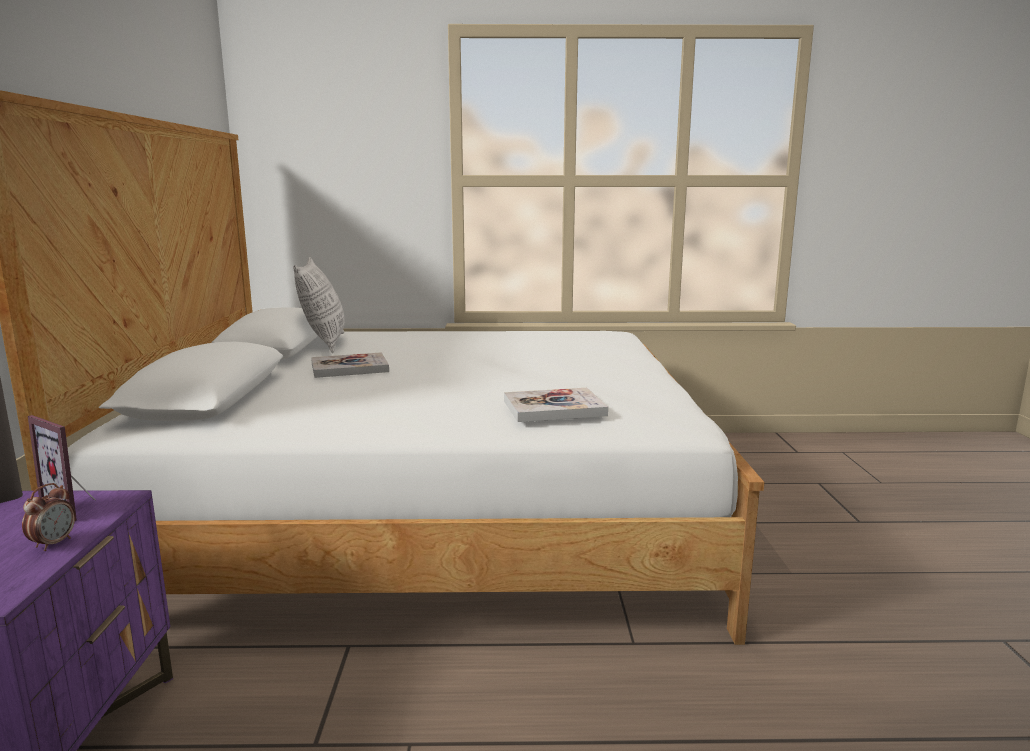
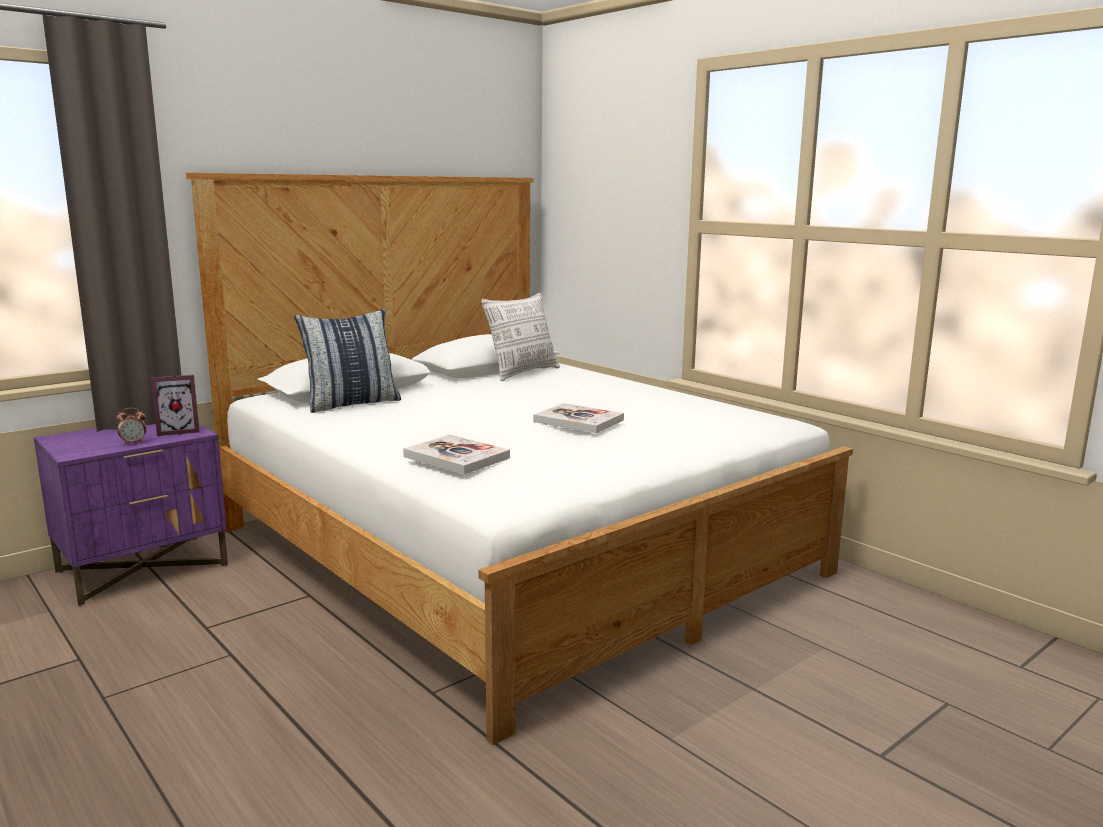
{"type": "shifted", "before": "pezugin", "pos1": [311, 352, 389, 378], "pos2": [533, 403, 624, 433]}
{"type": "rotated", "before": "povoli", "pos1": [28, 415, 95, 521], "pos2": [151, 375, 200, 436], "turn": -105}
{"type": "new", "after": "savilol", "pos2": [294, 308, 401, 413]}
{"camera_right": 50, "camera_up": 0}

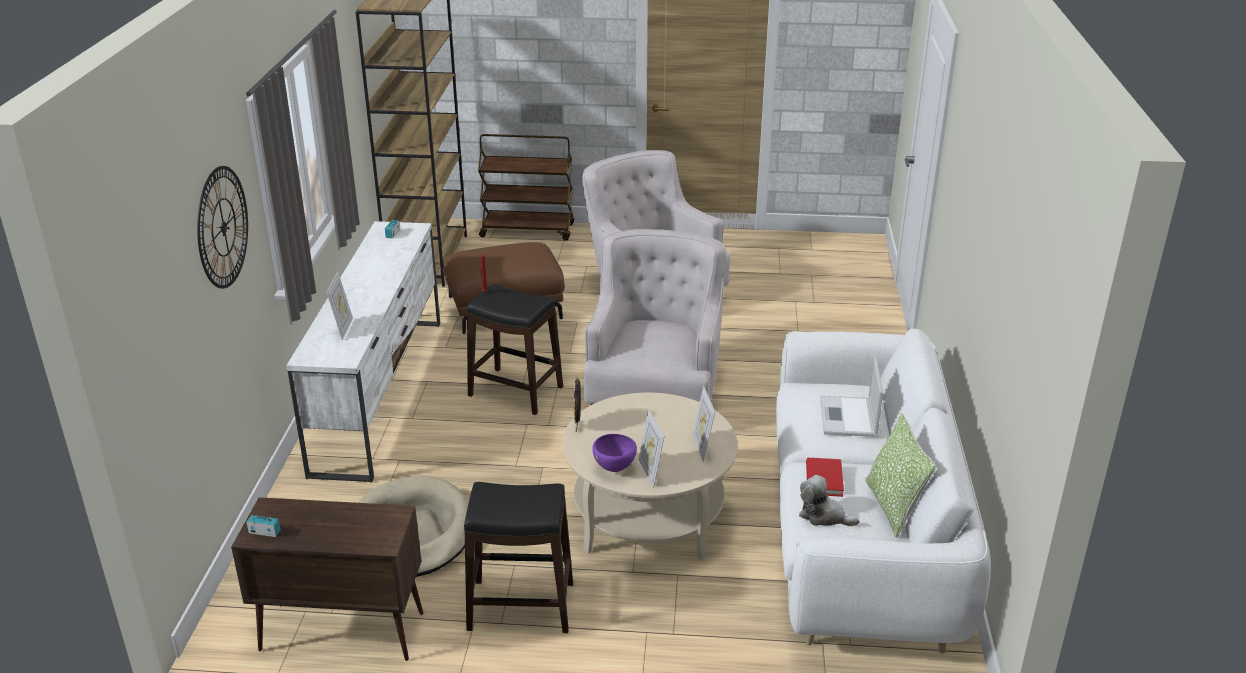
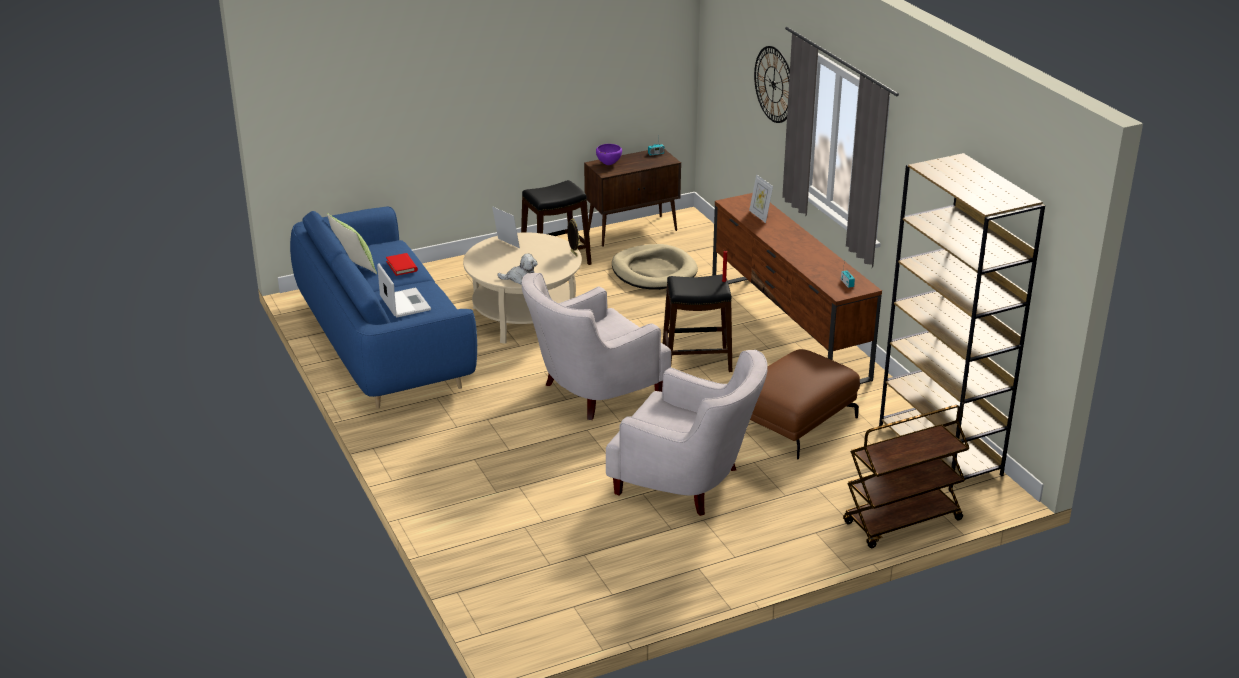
{"type": "repainted", "before": "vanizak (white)", "after": "vanizak (brown)", "pos1": [286, 221, 440, 483], "pos2": [712, 193, 882, 384]}
{"type": "rotated", "before": "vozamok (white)", "pos1": [584, 229, 726, 405], "pos2": [522, 273, 671, 420], "turn": 75}
{"type": "repainted", "before": "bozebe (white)", "after": "bozebe (blue)", "pos1": [776, 329, 991, 654], "pos2": [290, 206, 477, 409]}
{"type": "gone", "before": "povoli", "pos1": [692, 386, 715, 462]}
{"type": "shifted", "before": "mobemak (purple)", "pos1": [592, 434, 637, 472], "pos2": [596, 144, 622, 165]}
{"type": "shifted", "before": "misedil", "pos1": [799, 475, 859, 526], "pos2": [497, 253, 538, 285]}
{"camera_right": 150, "camera_up": 0}

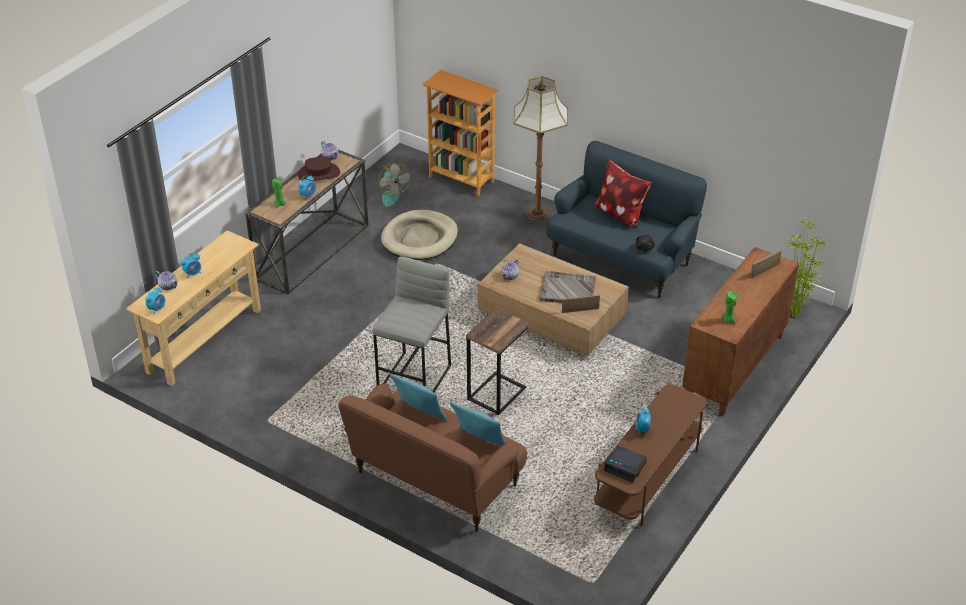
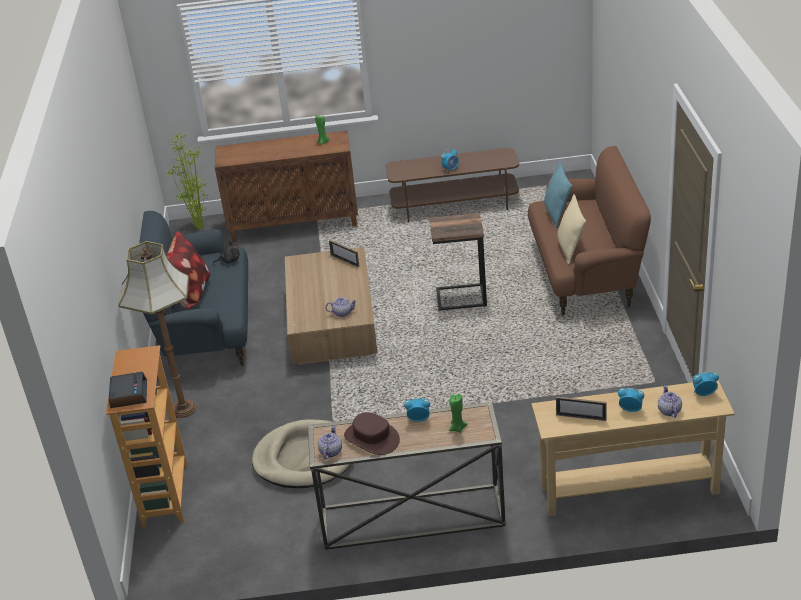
{"type": "gone", "before": "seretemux", "pos1": [367, 163, 410, 207]}
{"type": "shifted", "before": "povoli", "pos1": [750, 250, 782, 279], "pos2": [556, 396, 607, 421]}
{"type": "gone", "before": "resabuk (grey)", "pos1": [372, 256, 451, 393]}
{"type": "gone", "before": "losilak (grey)", "pos1": [540, 271, 596, 303]}
{"type": "repainted", "before": "savilol (turquoise)", "after": "savilol (beige)", "pos1": [389, 373, 447, 421], "pos2": [557, 194, 586, 264]}
{"type": "shifted", "before": "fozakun", "pos1": [604, 445, 647, 483], "pos2": [109, 372, 147, 408]}
{"camera_right": -125, "camera_up": -5}

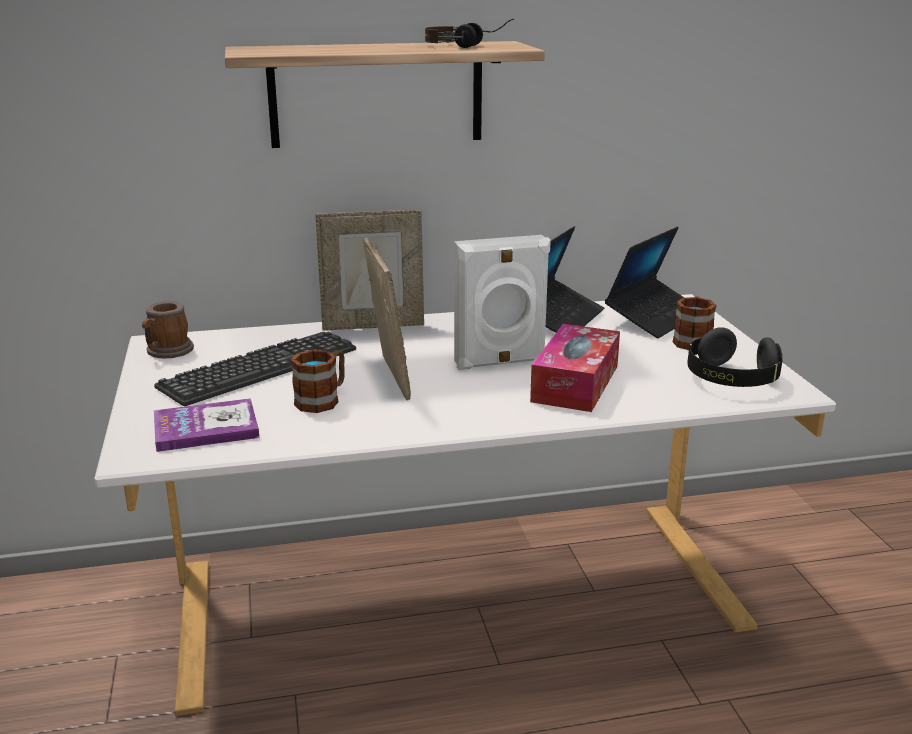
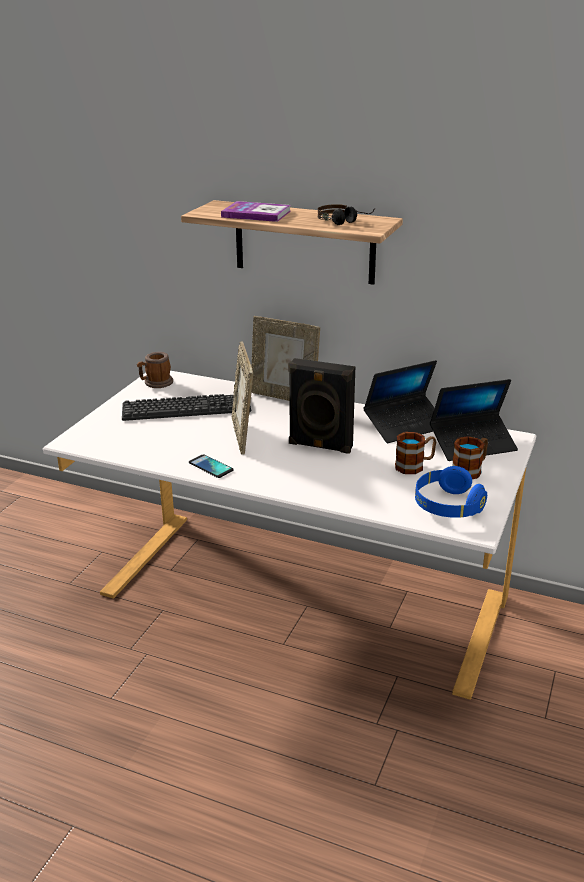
{"type": "repainted", "before": "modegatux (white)", "after": "modegatux (black)", "pos1": [454, 235, 551, 370], "pos2": [288, 358, 355, 454]}
{"type": "rotated", "before": "povoli", "pos1": [363, 237, 411, 400], "pos2": [232, 341, 253, 455], "turn": 150}
{"type": "gone", "before": "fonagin", "pos1": [530, 324, 620, 412]}
{"type": "repainted", "before": "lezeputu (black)", "after": "lezeputu (blue)", "pos1": [687, 327, 783, 387], "pos2": [415, 466, 487, 518]}
{"type": "shifted", "before": "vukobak", "pos1": [291, 350, 345, 413], "pos2": [395, 432, 436, 474]}
{"type": "shifted", "before": "pezugin", "pos1": [154, 398, 259, 452], "pos2": [221, 201, 291, 222]}
{"type": "new", "after": "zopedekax", "pos2": [189, 454, 234, 478]}
{"camera_right": 35, "camera_up": 5}

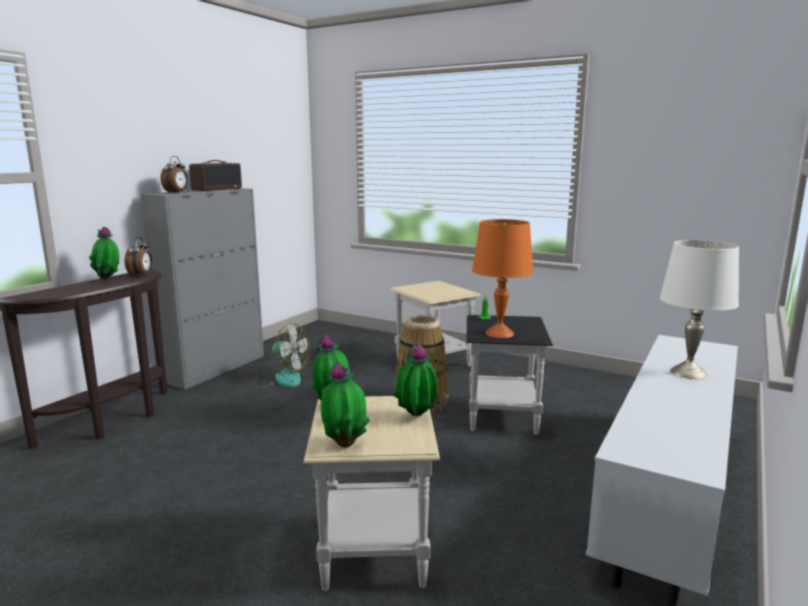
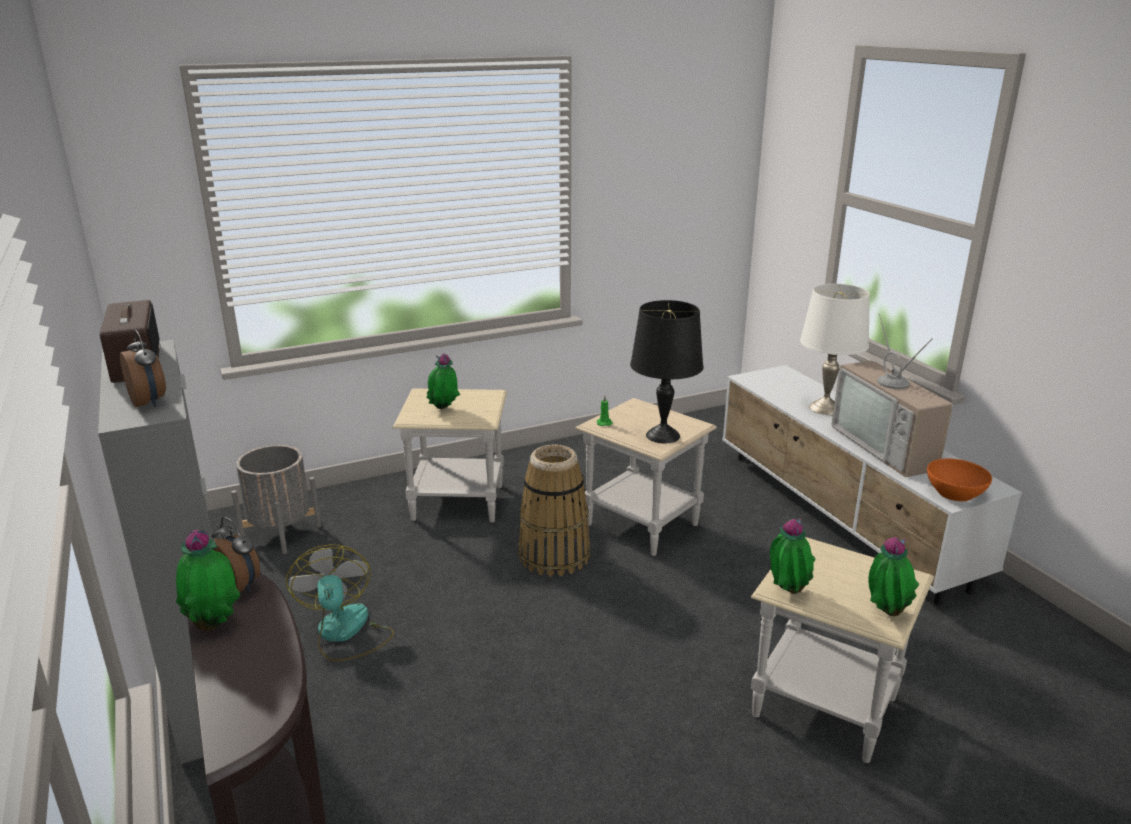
{"type": "repainted", "before": "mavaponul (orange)", "after": "mavaponul (black)", "pos1": [472, 219, 534, 338], "pos2": [630, 300, 704, 443]}
{"type": "repainted", "before": "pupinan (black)", "after": "pupinan (beige)", "pos1": [466, 315, 553, 435], "pos2": [575, 398, 717, 556]}
{"type": "rotated", "before": "seretemux", "pos1": [254, 323, 310, 388], "pos2": [286, 545, 394, 661], "turn": -75}
{"type": "shifted", "before": "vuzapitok", "pos1": [393, 344, 437, 416], "pos2": [426, 354, 460, 409]}
{"type": "new", "after": "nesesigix", "pos2": [832, 314, 953, 477]}
{"type": "new", "after": "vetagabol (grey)", "pos2": [231, 445, 321, 554]}
{"type": "new", "after": "mobemak (orange)", "pos2": [927, 458, 992, 501]}
{"camera_right": -55, "camera_up": 10}

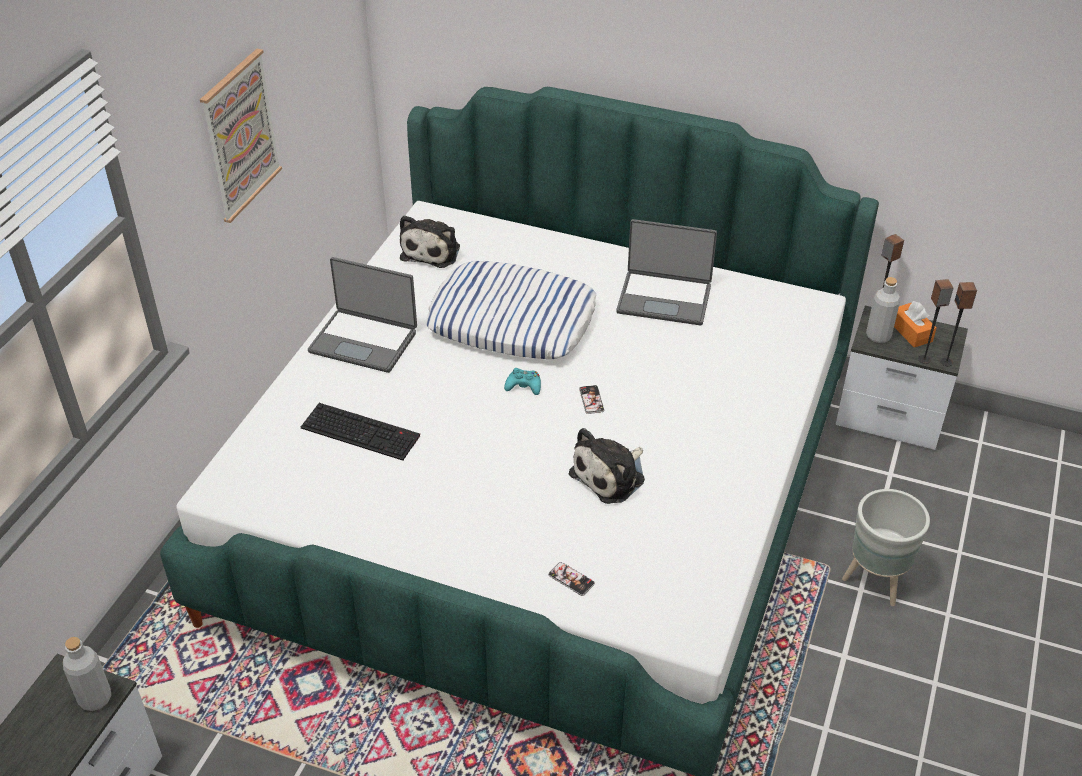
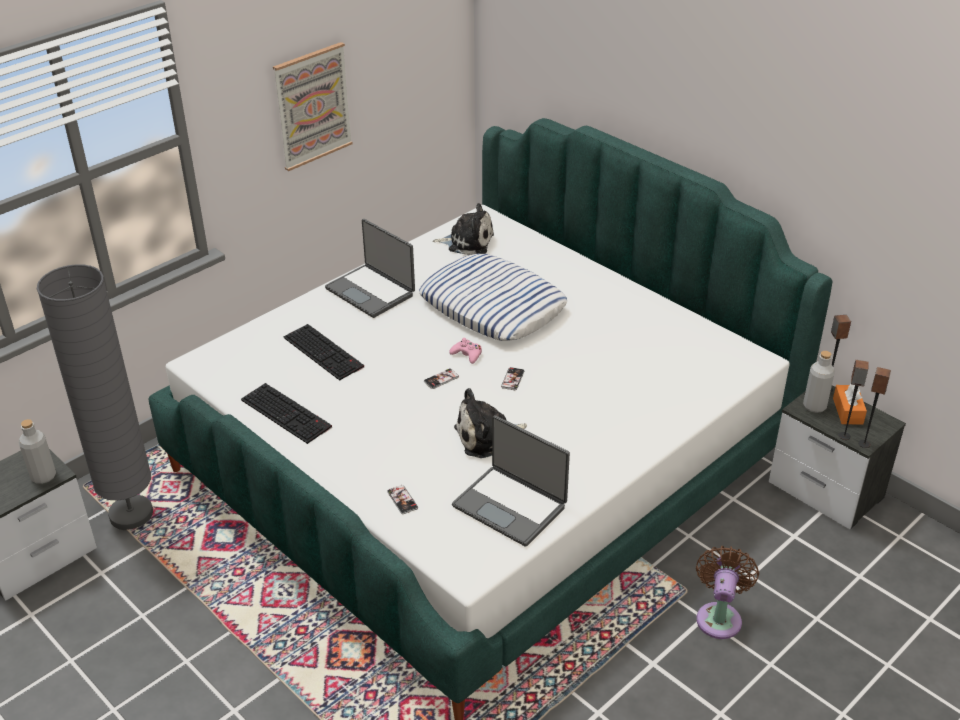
{"type": "rotated", "before": "misedil", "pos1": [400, 215, 460, 268], "pos2": [433, 203, 494, 255], "turn": -120}
{"type": "shifted", "before": "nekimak", "pos1": [616, 219, 717, 325], "pos2": [452, 415, 570, 547]}
{"type": "repainted", "before": "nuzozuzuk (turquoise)", "after": "nuzozuzuk (pink)", "pos1": [504, 368, 541, 395], "pos2": [449, 338, 482, 364]}
{"type": "swapped", "before": "vetagabol (grey)", "after": "seretemux (brown)", "pos1": [842, 489, 930, 606], "pos2": [696, 546, 759, 639]}
{"type": "new", "after": "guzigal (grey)", "pos2": [37, 264, 153, 530]}
{"type": "new", "after": "zopedekax", "pos2": [424, 368, 459, 389]}
{"type": "new", "after": "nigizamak", "pos2": [241, 383, 332, 444]}
{"camera_right": 25, "camera_up": -5}

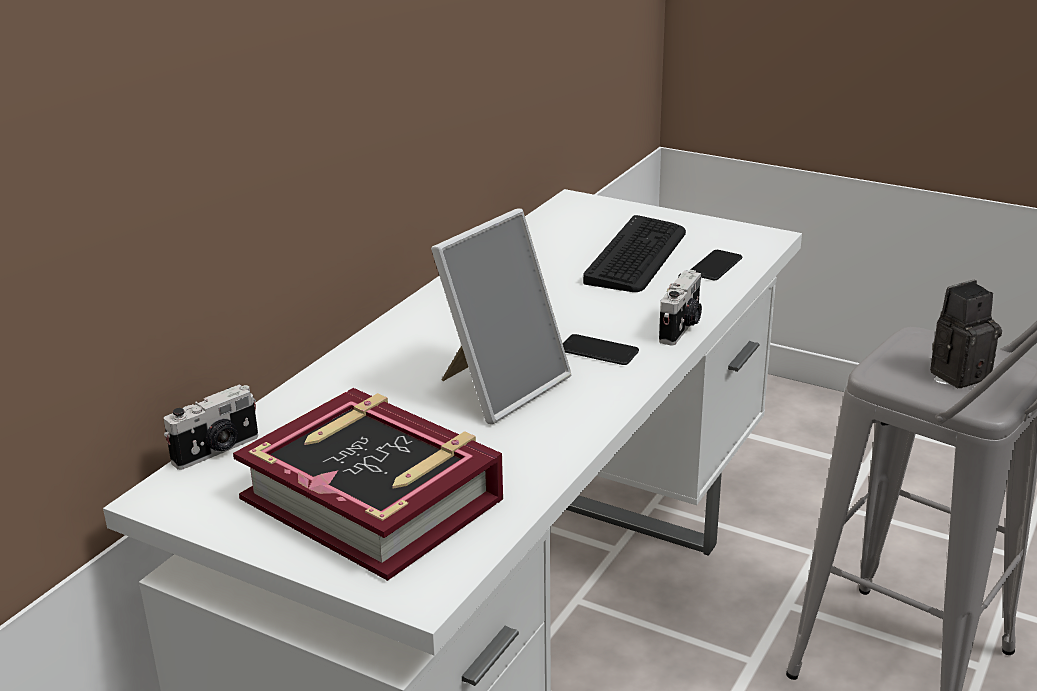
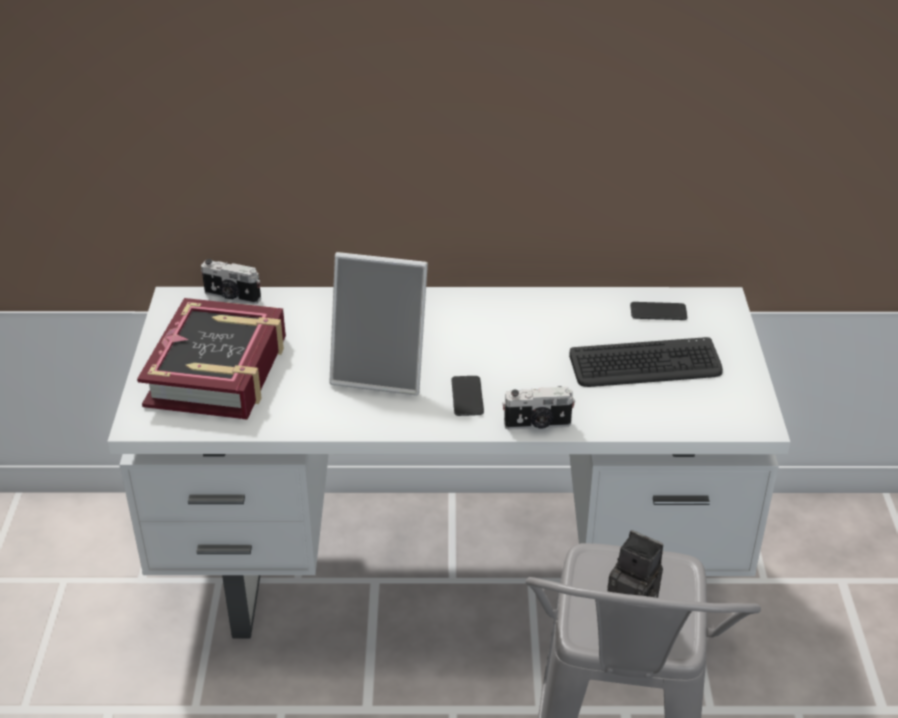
{"type": "shifted", "before": "zopedekax", "pos1": [690, 250, 742, 280], "pos2": [630, 302, 687, 320]}
{"camera_right": 60, "camera_up": 10}

